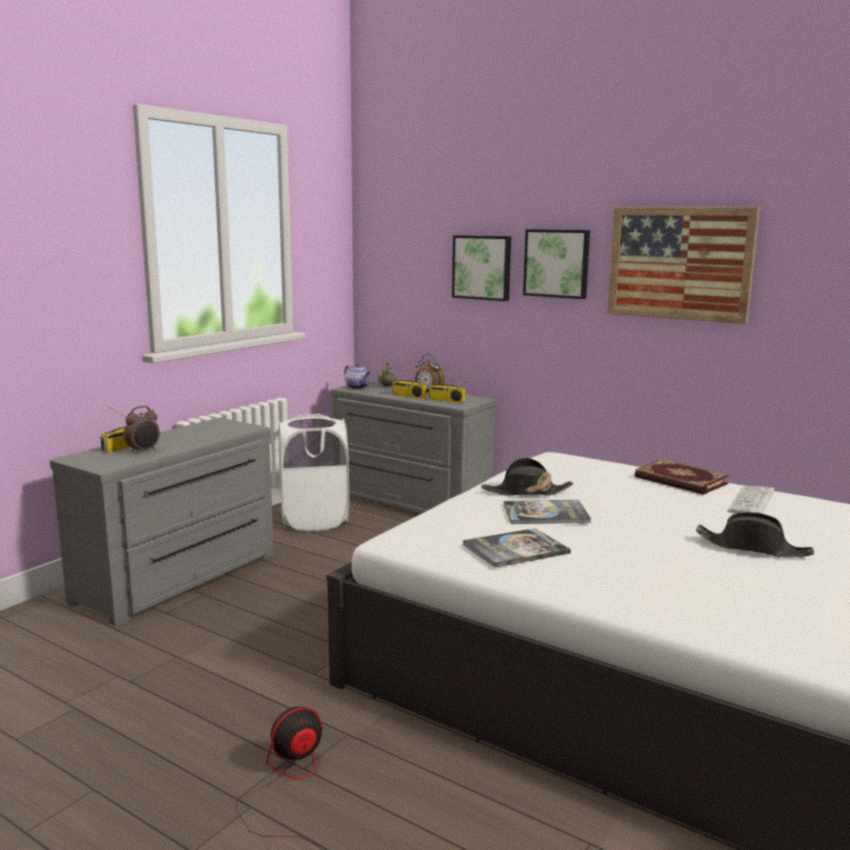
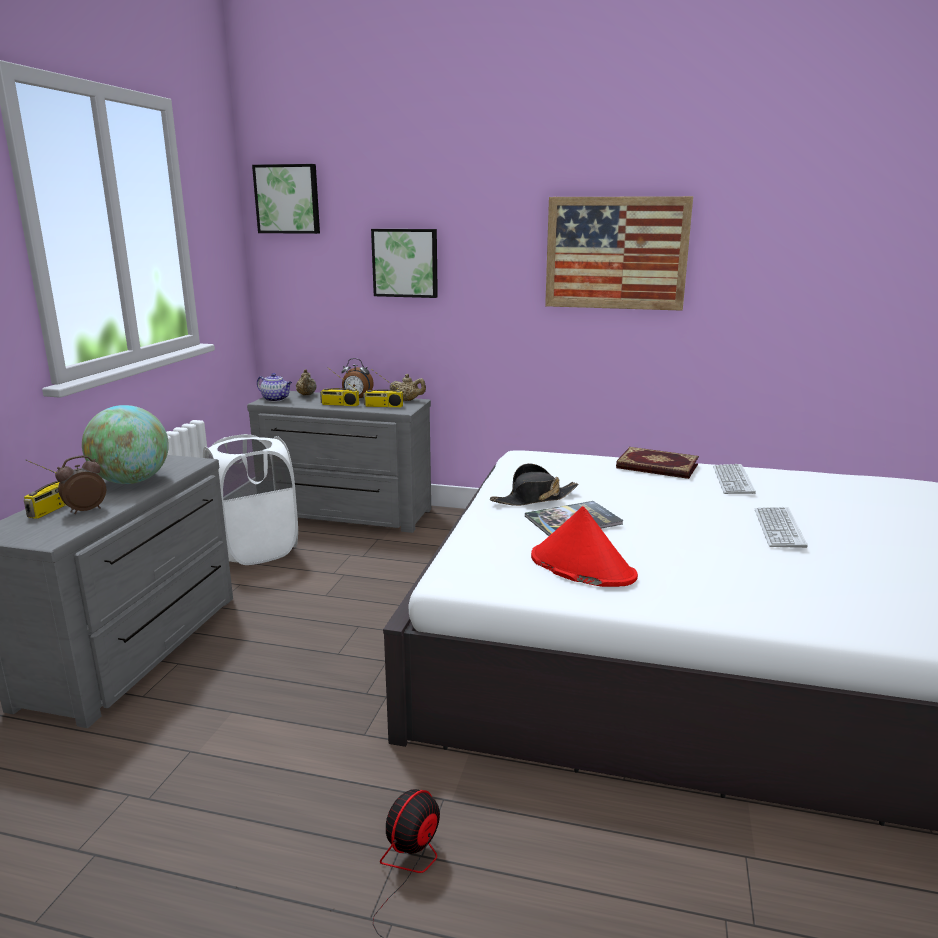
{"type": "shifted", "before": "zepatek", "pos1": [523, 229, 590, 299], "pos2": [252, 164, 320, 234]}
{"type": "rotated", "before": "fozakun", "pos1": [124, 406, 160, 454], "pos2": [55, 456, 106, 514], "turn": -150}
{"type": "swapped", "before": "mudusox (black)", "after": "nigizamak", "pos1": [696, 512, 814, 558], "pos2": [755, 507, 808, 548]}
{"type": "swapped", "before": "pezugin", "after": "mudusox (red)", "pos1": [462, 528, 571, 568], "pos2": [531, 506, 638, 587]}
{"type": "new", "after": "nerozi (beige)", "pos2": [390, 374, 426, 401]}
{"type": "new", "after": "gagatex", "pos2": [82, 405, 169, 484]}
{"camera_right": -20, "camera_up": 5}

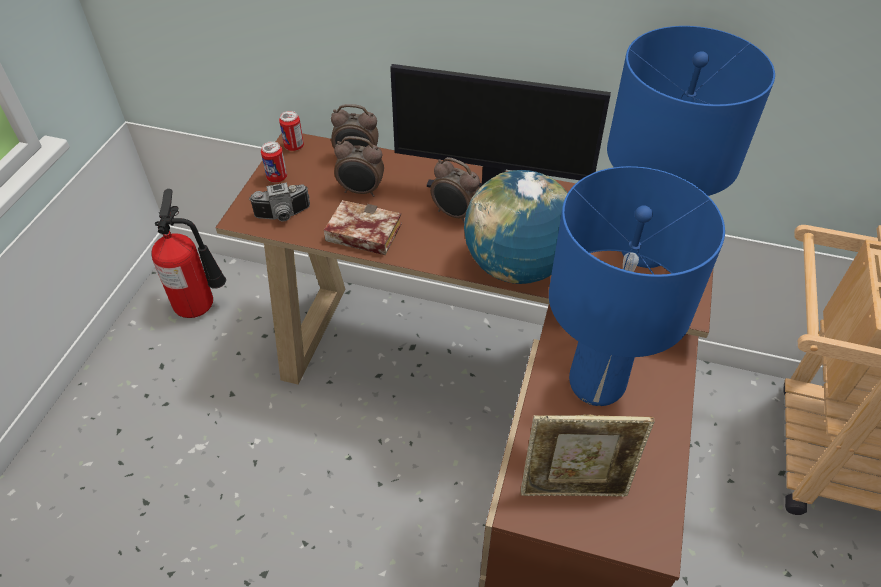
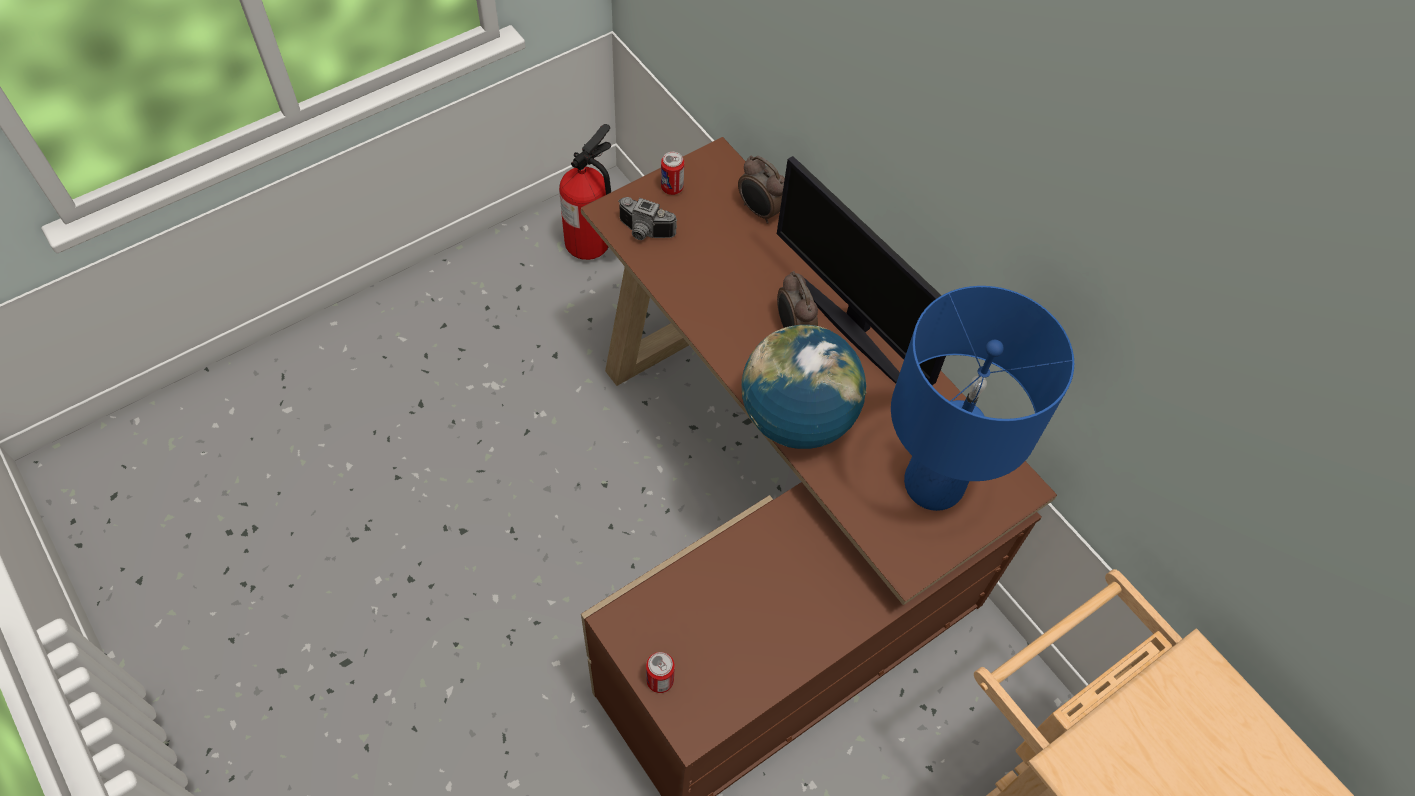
{"type": "shifted", "before": "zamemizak", "pos1": [279, 111, 304, 151], "pos2": [646, 652, 675, 693]}
{"type": "gone", "before": "fozakun", "pos1": [334, 136, 384, 197]}
{"type": "gone", "before": "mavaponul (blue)", "pos1": [549, 166, 725, 406]}
{"type": "gone", "before": "pezugin", "pos1": [324, 200, 402, 255]}
{"type": "gone", "before": "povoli", "pos1": [521, 414, 655, 497]}
{"camera_right": 35, "camera_up": 10}

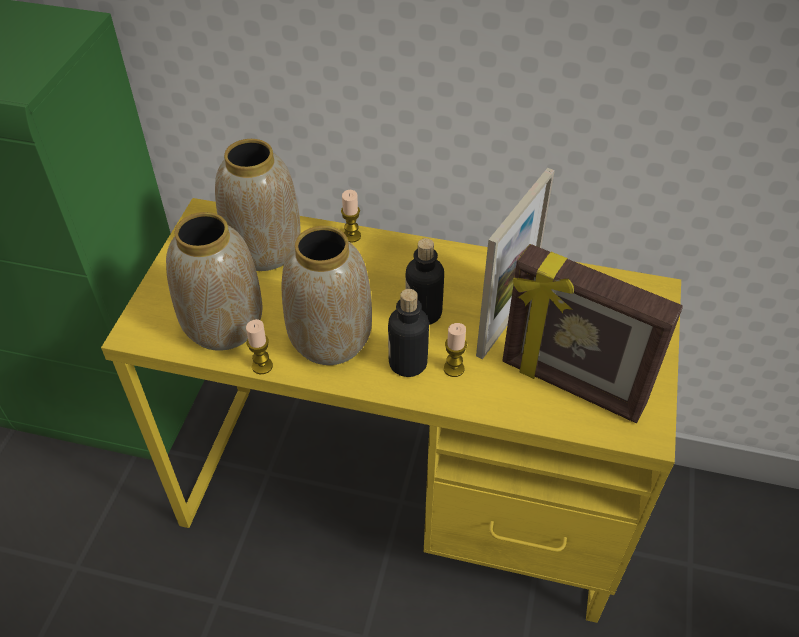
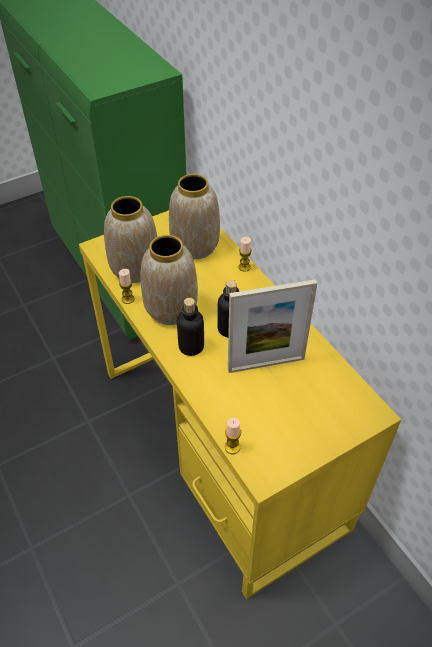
{"type": "gone", "before": "povoli", "pos1": [502, 244, 683, 423]}
{"type": "shifted", "before": "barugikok", "pos1": [444, 323, 467, 377], "pos2": [225, 418, 241, 454]}
{"camera_right": 45, "camera_up": 0}

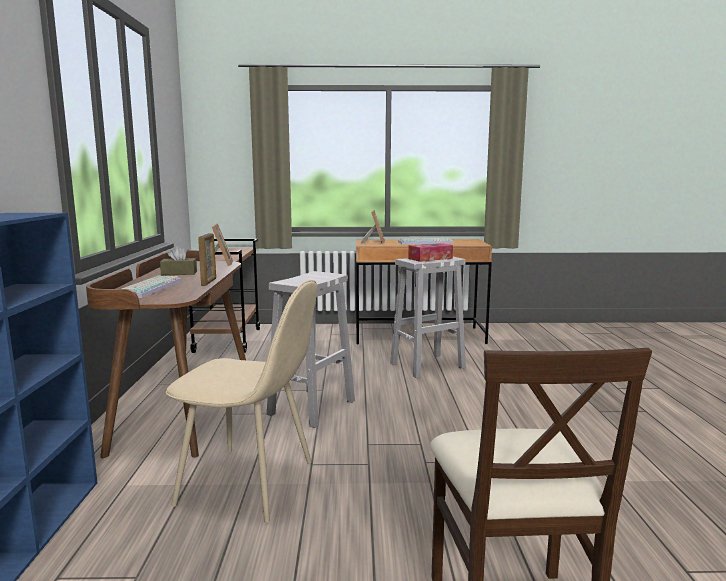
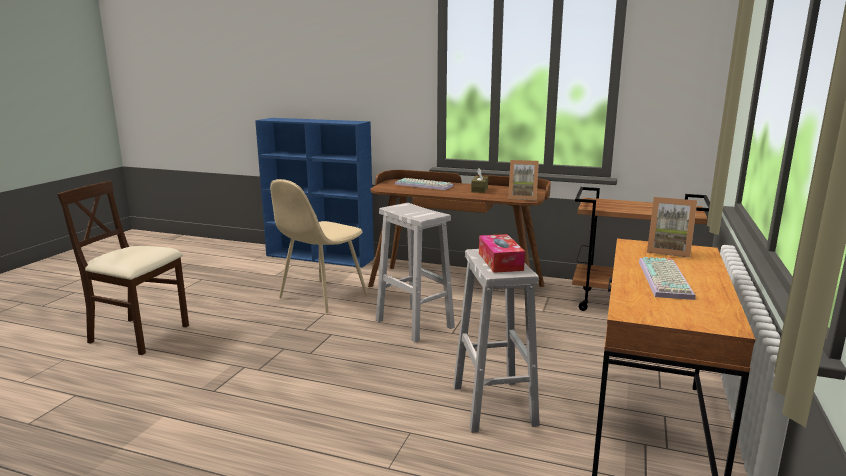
{"type": "gone", "before": "povoli", "pos1": [198, 233, 216, 286]}
{"camera_right": 110, "camera_up": 5}

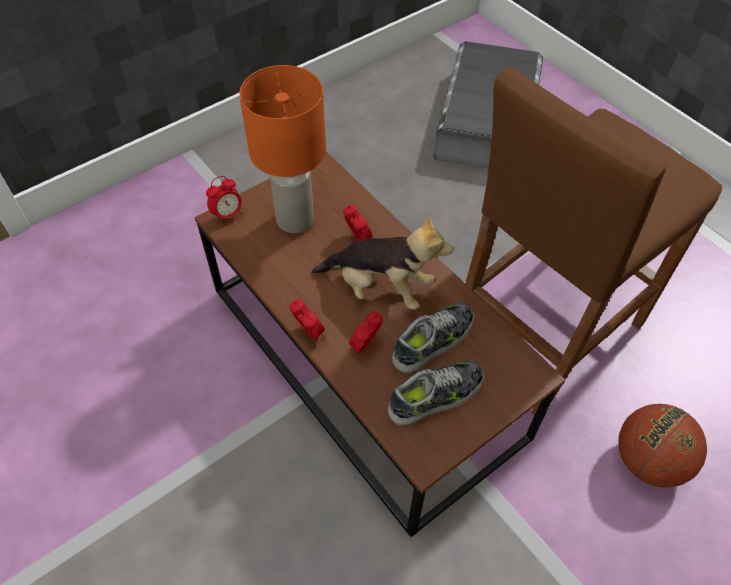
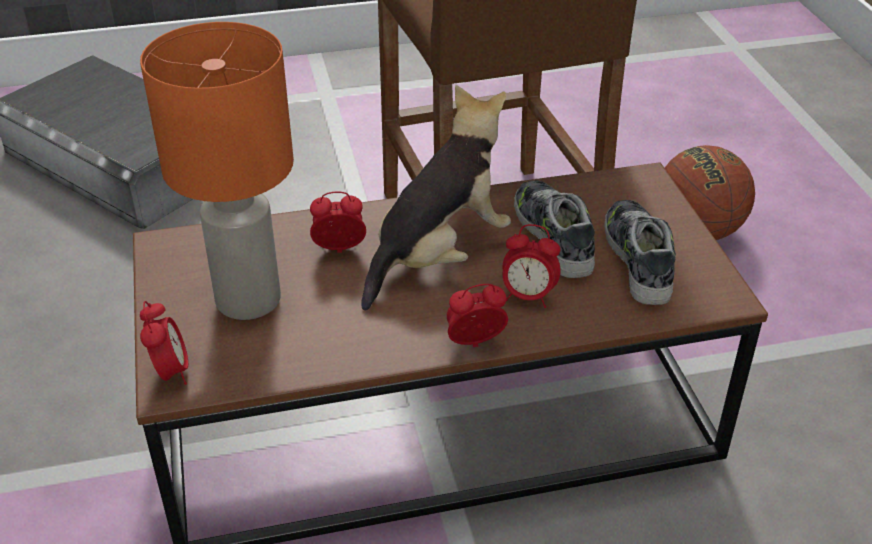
{"type": "rotated", "before": "fozakun", "pos1": [349, 312, 383, 354], "pos2": [503, 224, 561, 308], "turn": -45}
{"camera_right": -65, "camera_up": -15}

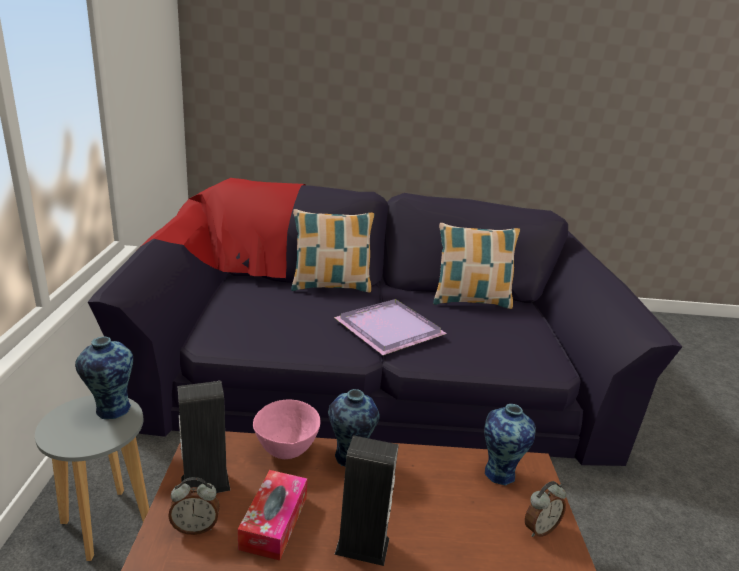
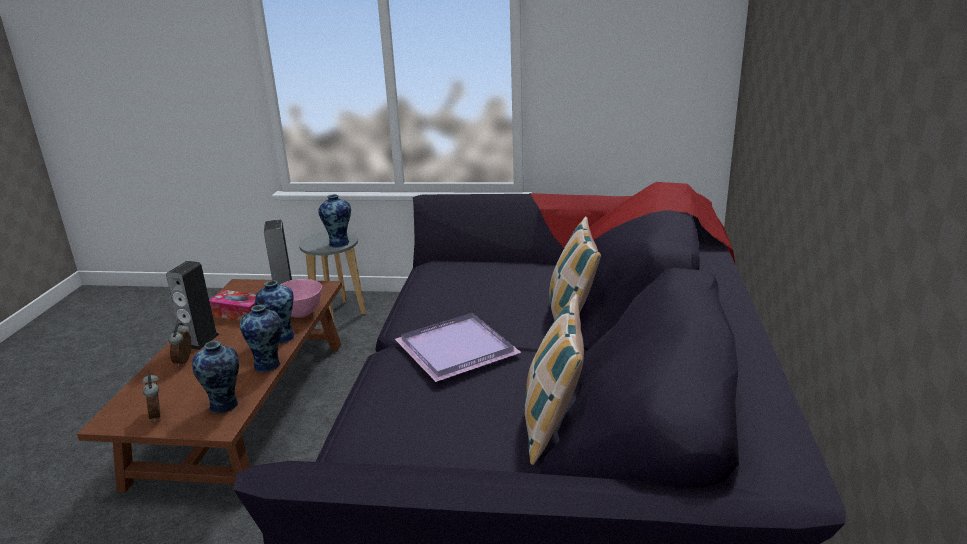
{"type": "shifted", "before": "fozakun", "pos1": [168, 477, 220, 535], "pos2": [169, 323, 191, 367]}
{"type": "new", "after": "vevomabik", "pos2": [240, 305, 283, 372]}
{"camera_right": 100, "camera_up": 0}

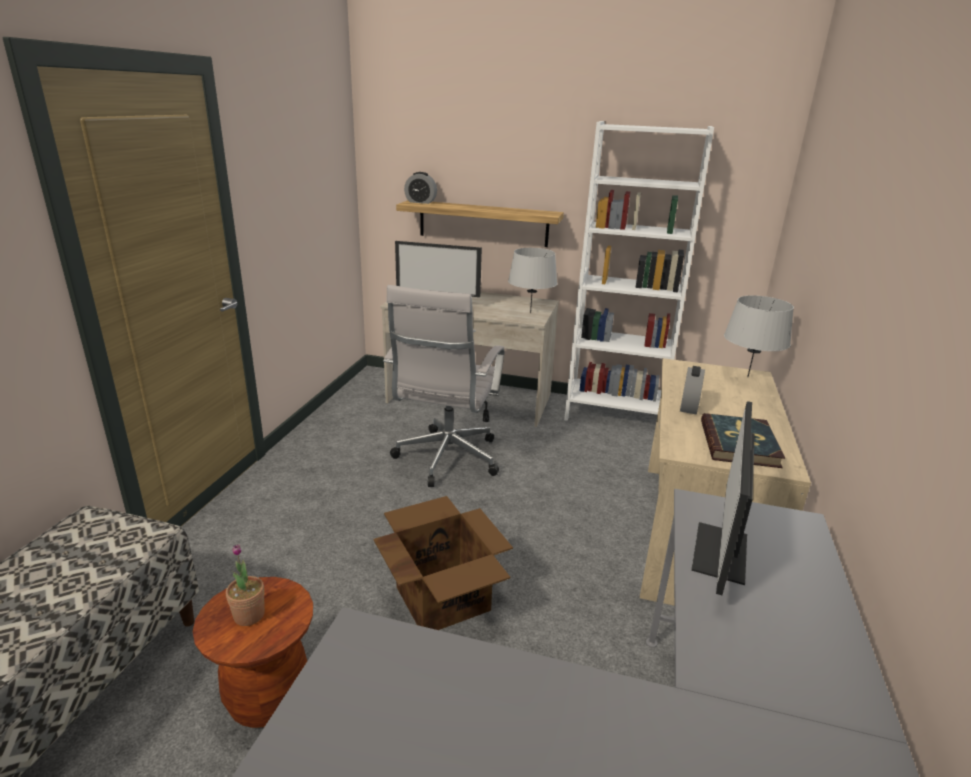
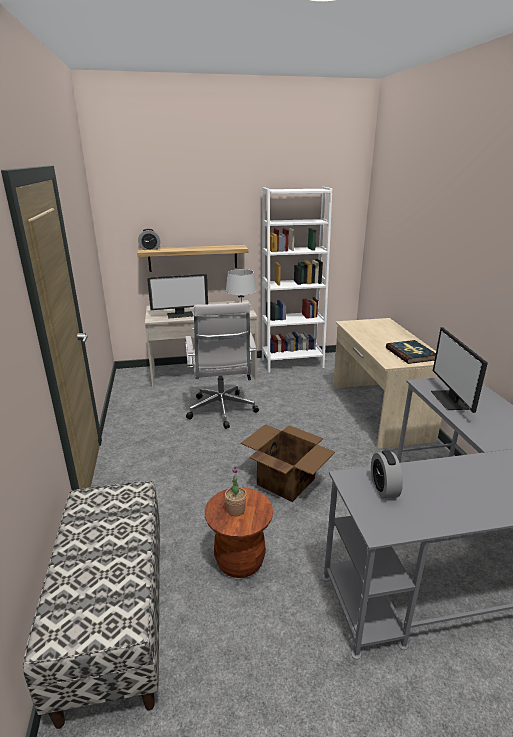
{"type": "gone", "before": "mavaponul (grey)", "pos1": [724, 295, 794, 377]}
{"type": "shifted", "before": "fozakun", "pos1": [680, 366, 705, 414], "pos2": [371, 450, 403, 499]}
{"camera_right": -25, "camera_up": 0}

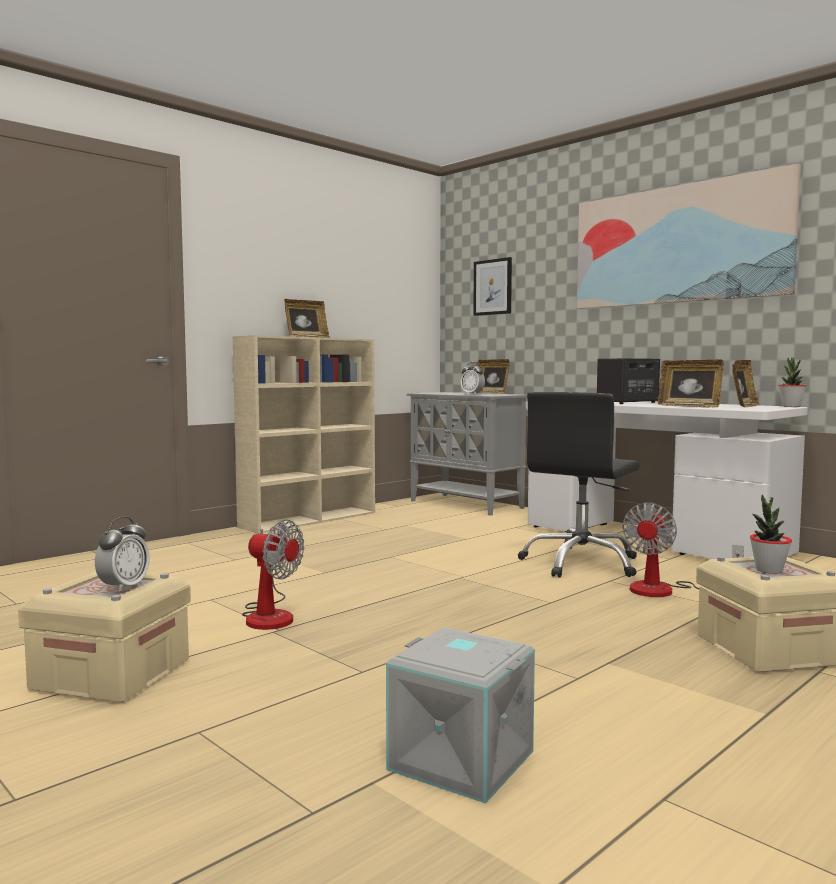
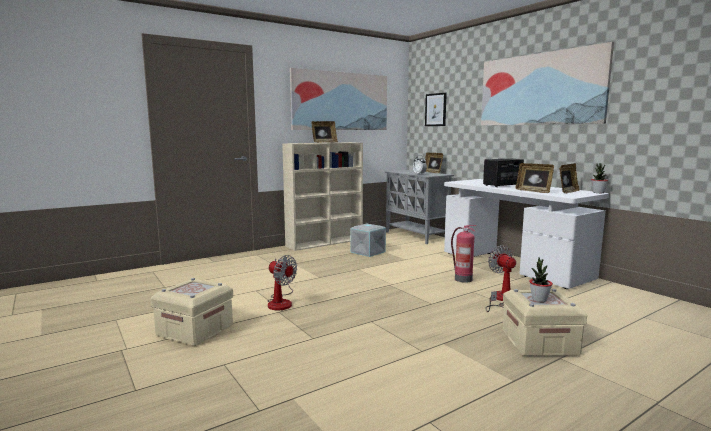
{"type": "swapped", "before": "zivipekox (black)", "after": "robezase", "pos1": [518, 392, 640, 578], "pos2": [451, 225, 477, 283]}
{"type": "rotated", "before": "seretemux", "pos1": [622, 502, 744, 597], "pos2": [485, 245, 516, 312], "turn": 120}
{"type": "gone", "before": "fozakun", "pos1": [95, 517, 150, 593]}
{"type": "shifted", "before": "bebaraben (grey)", "pos1": [386, 628, 535, 803], "pos2": [350, 224, 386, 257]}
{"type": "new", "after": "zepatek", "pos2": [290, 68, 387, 130]}
{"camera_right": 10, "camera_up": 5}

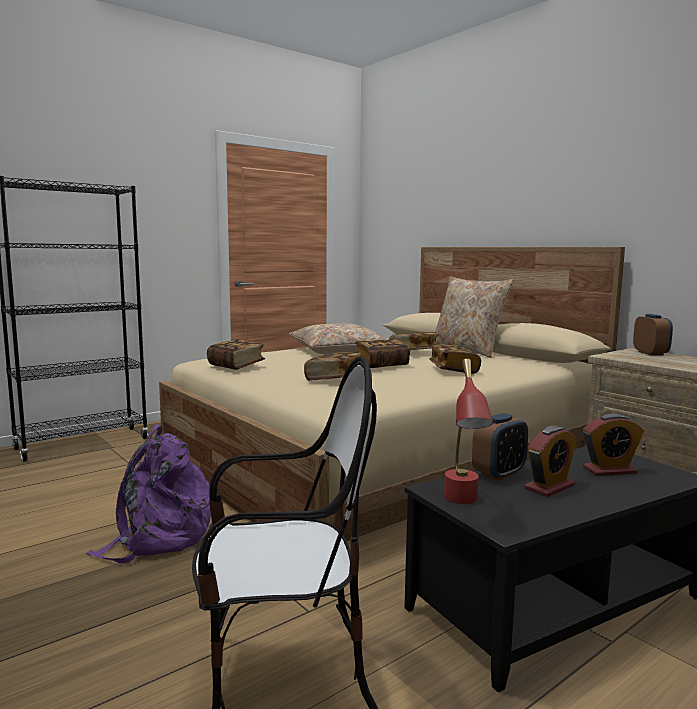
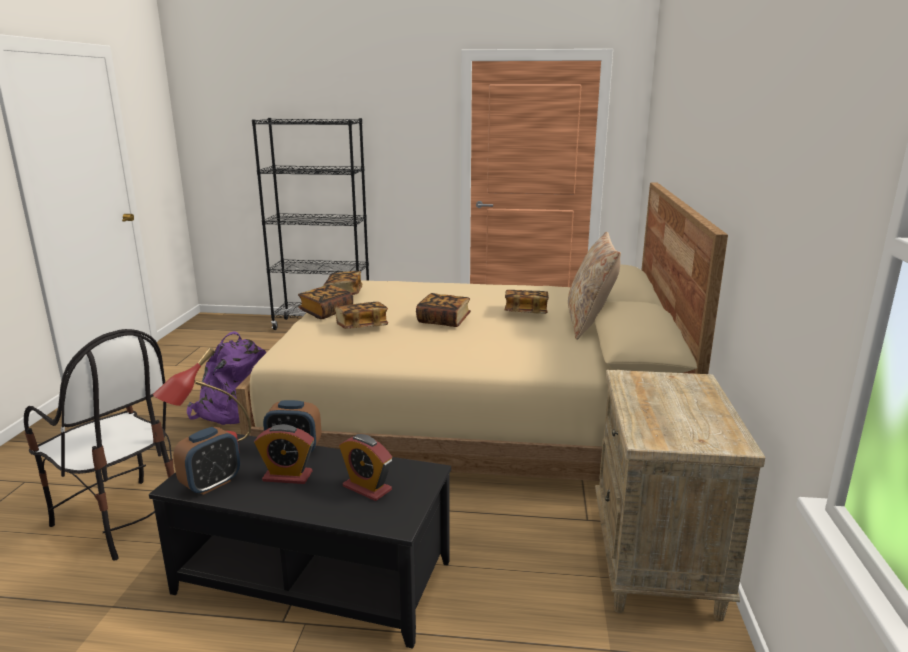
{"type": "shifted", "before": "fozakun", "pos1": [633, 314, 673, 356], "pos2": [173, 427, 240, 495]}
{"type": "gone", "before": "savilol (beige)", "pos1": [289, 323, 386, 354]}
{"type": "shifted", "before": "pezugin", "pos1": [429, 344, 481, 374], "pos2": [298, 285, 353, 319]}
{"camera_right": 45, "camera_up": 10}

